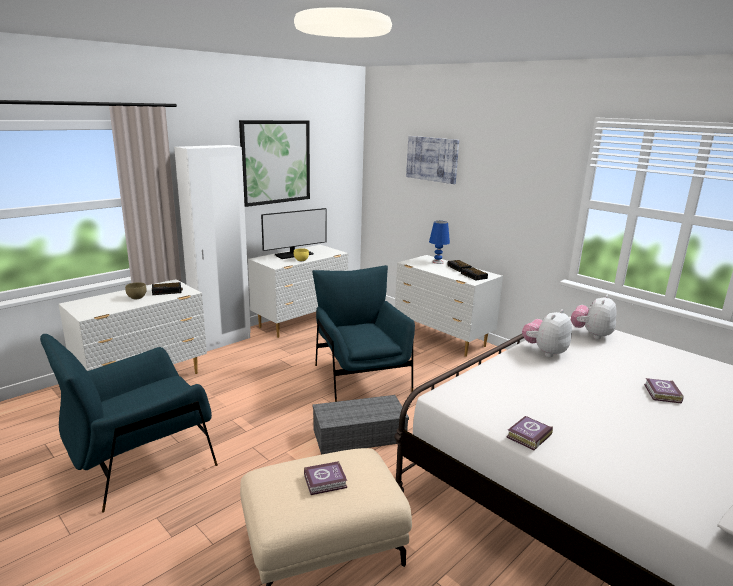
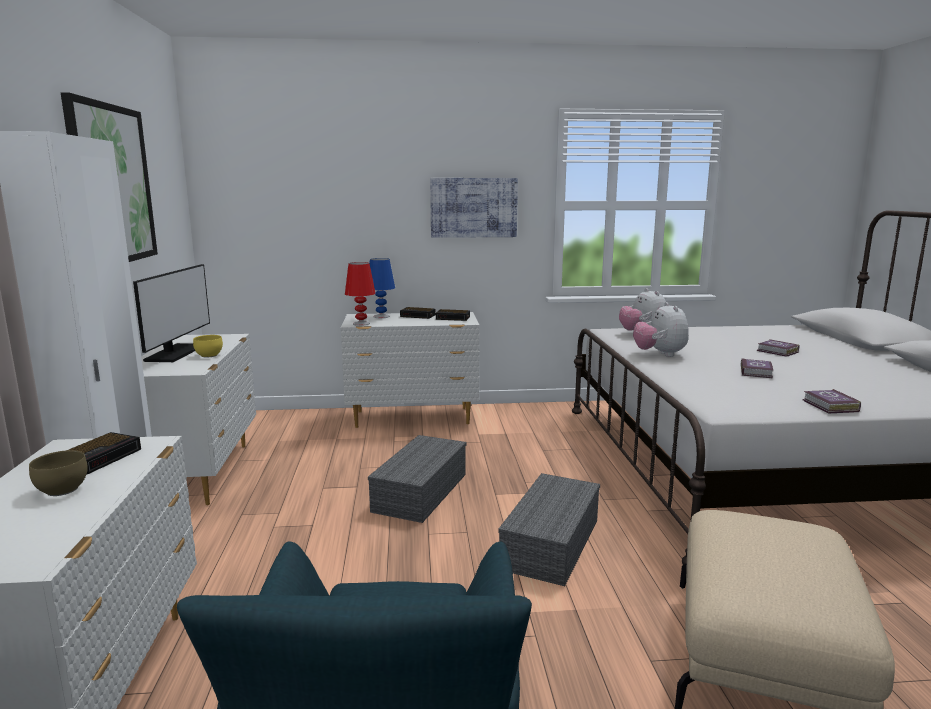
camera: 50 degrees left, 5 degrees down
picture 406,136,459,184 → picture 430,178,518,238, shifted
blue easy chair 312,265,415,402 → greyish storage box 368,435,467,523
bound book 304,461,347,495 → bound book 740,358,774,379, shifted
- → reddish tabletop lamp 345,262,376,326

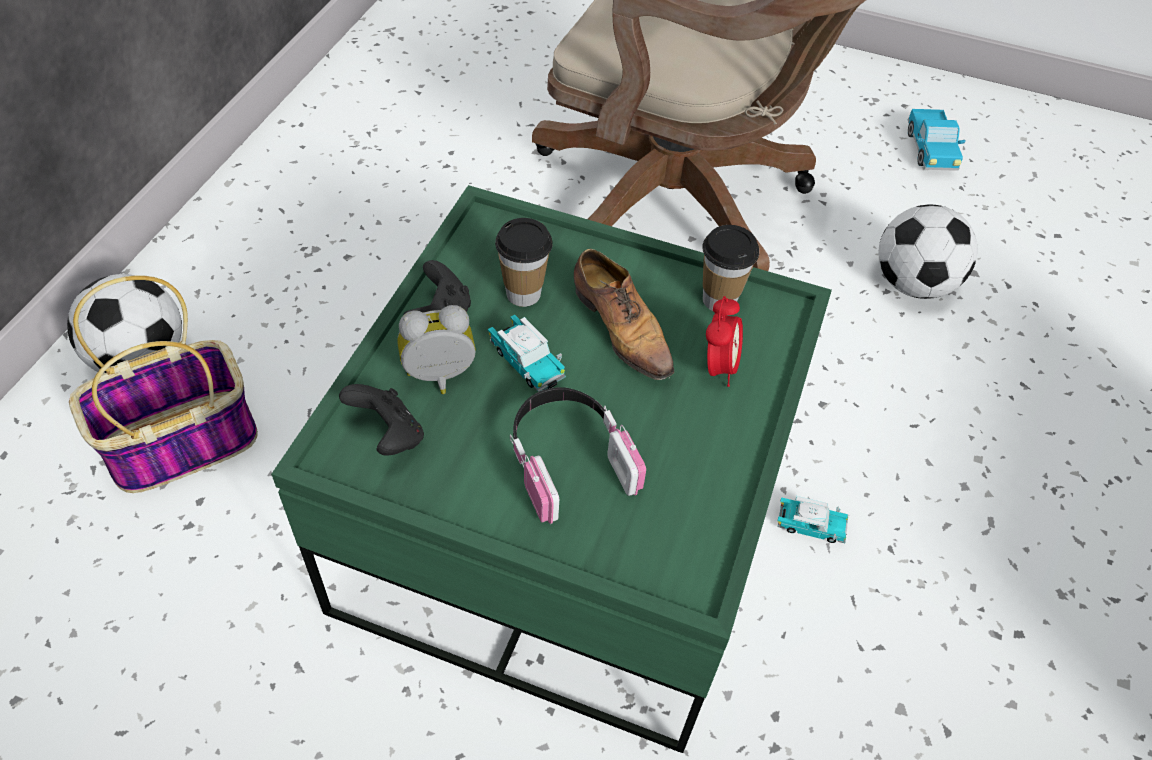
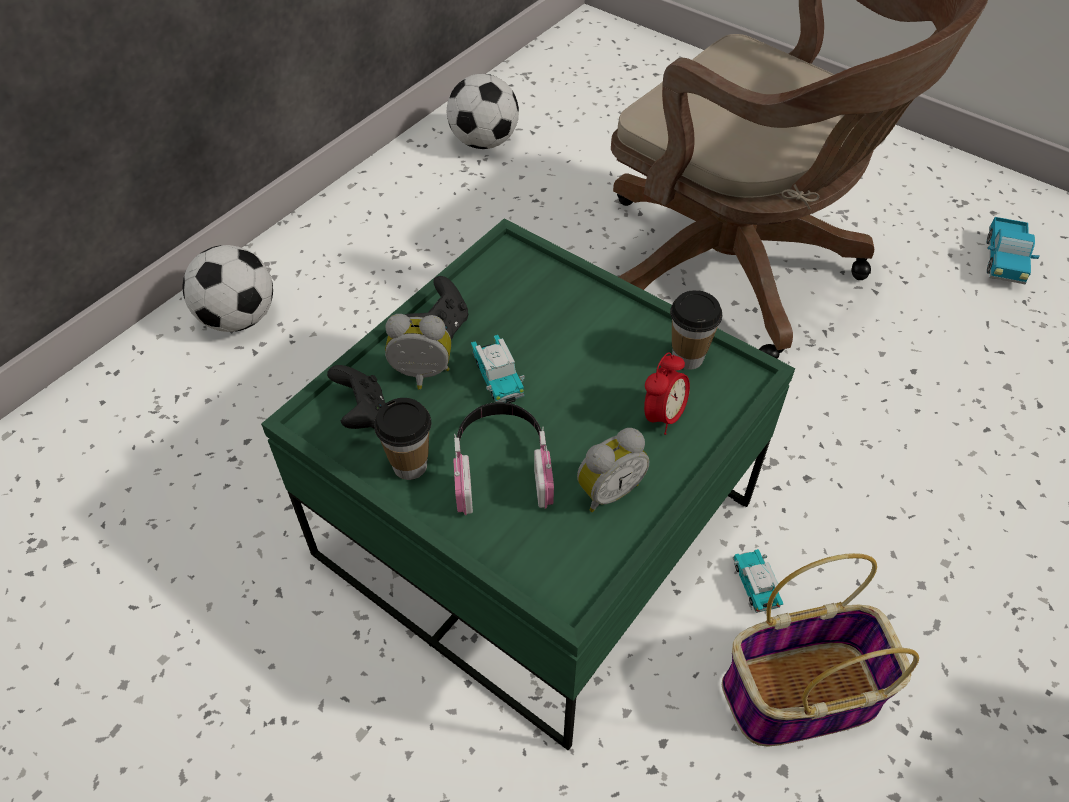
camera: 20 degrees right, 0 degrees up
football 878,204,978,299 → football 447,74,519,149, shifted
drinking cup 495,218,553,307 → drinking cup 374,398,431,480, shifted
item of footwear 574,249,674,380 → -
basket 69,276,258,493 → basket 722,553,919,747, shifted
model car 778,496,848,543 → model car 733,549,783,613, 135 degrees counterclockwise
- → alarm clock 577,428,649,512

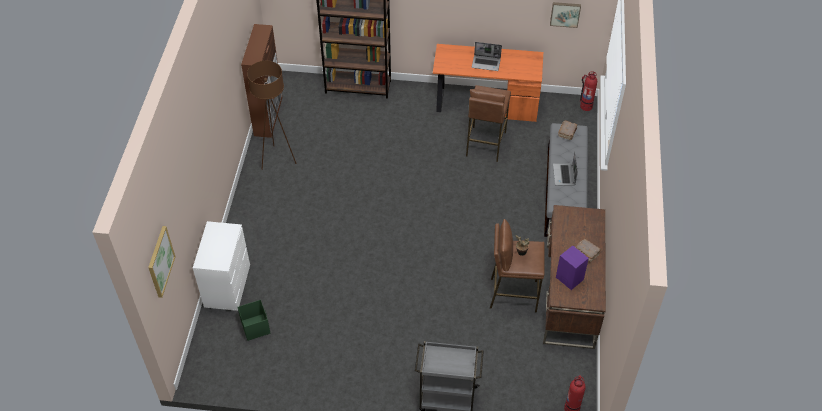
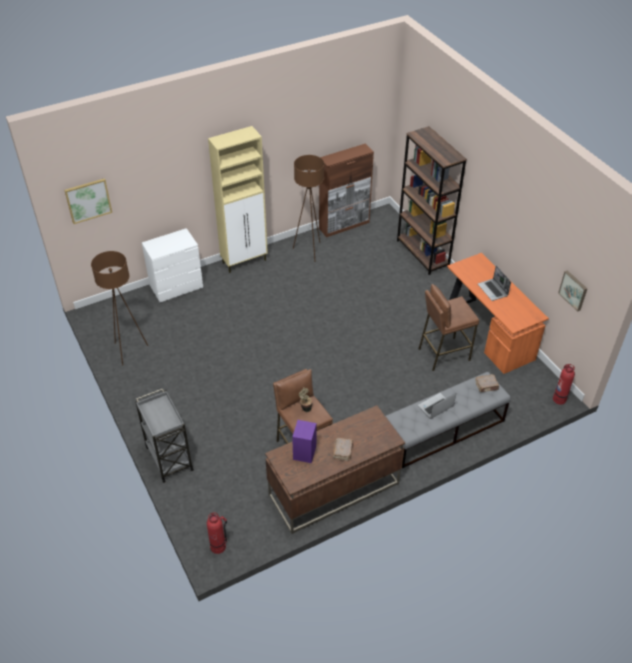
camera: 55 degrees right, 5 degrees down
green-coloured storage box 238,300,270,341 → -
- → beige cupboard 208,126,268,273
- → brown standard lamp 91,251,148,366

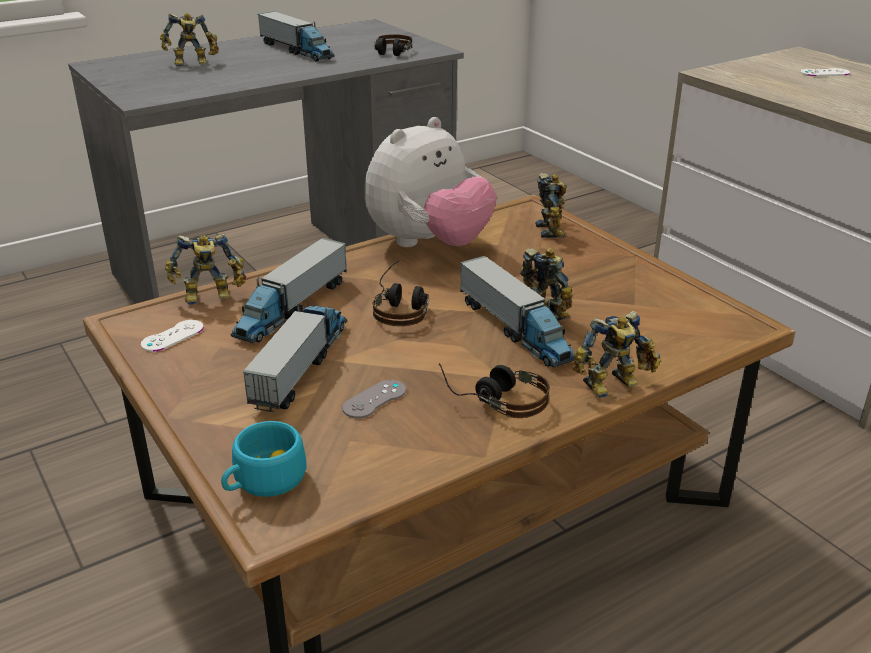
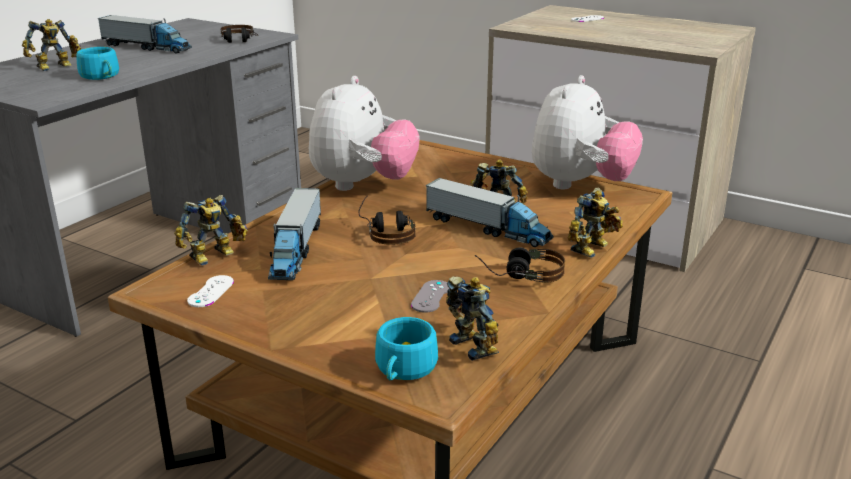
camera: 25 degrees left, 5 degrees down
robot figure 536,173,567,238 → robot figure 446,276,499,361, shifted
model truck 243,305,347,412 → -
- → blue-green drinking cup 76,47,119,80
- → plush toy 532,75,643,189

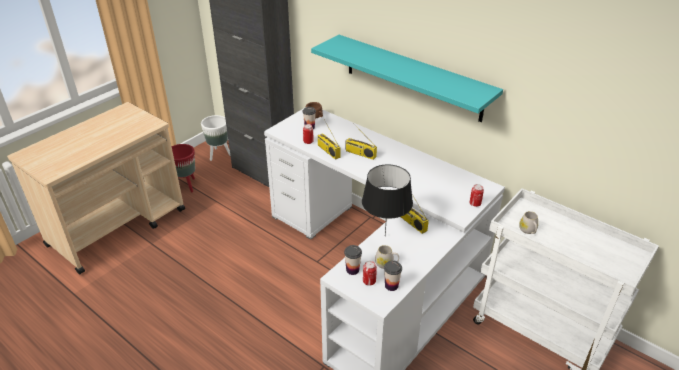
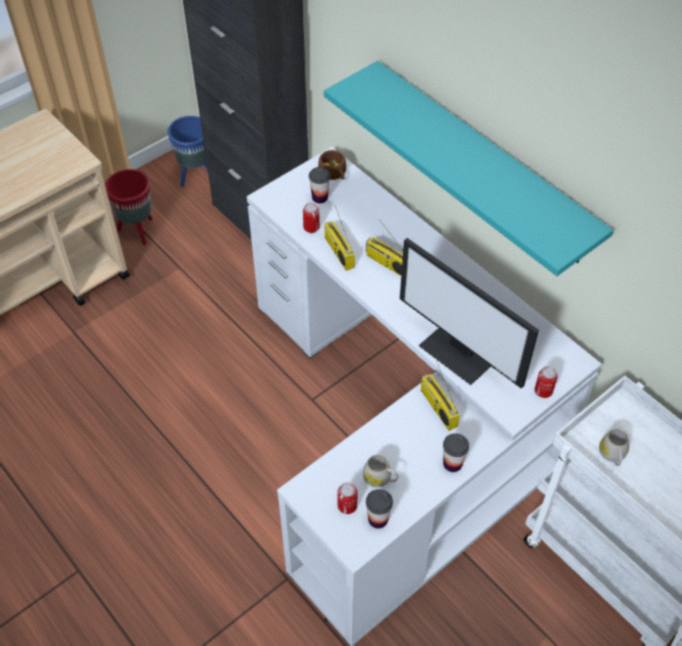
camera: 10 degrees right, 15 degrees up
white-coloured flower pot 201,115,230,161 → blue flower pot 168,116,208,187
black-coloured tabletop lamp 362,164,413,236 → -
drinking cup 344,245,362,275 → drinking cup 443,433,469,472, shifted
- → computer screen 400,238,539,389

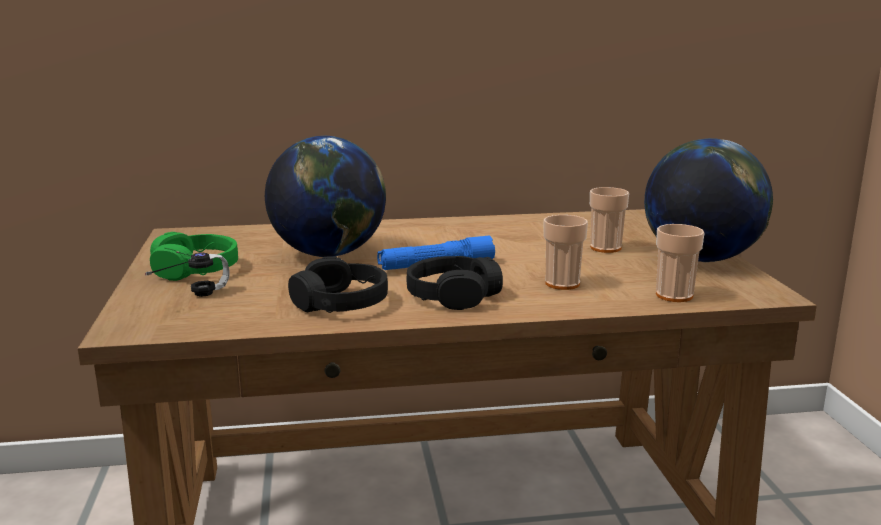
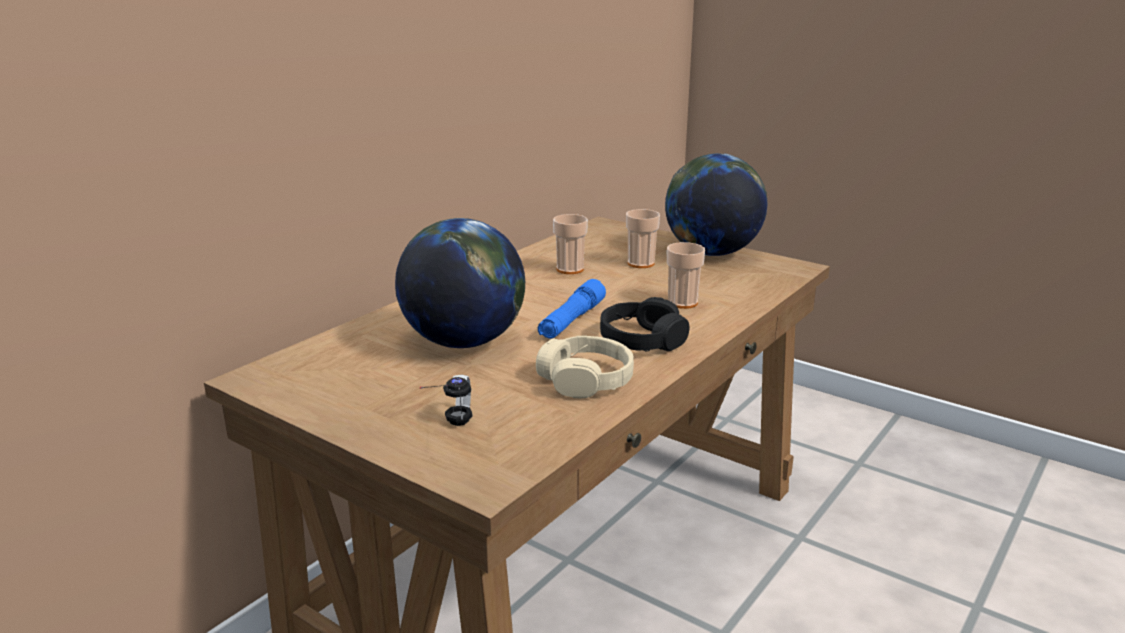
camera: 45 degrees left, 5 degrees up
drinking cup 656,224,705,302 → drinking cup 553,214,588,274, shifted
green-coloured pair of headphones 150,232,238,281 → -
black-coloured pair of headphones 288,256,388,313 → beige pair of headphones 536,336,634,398

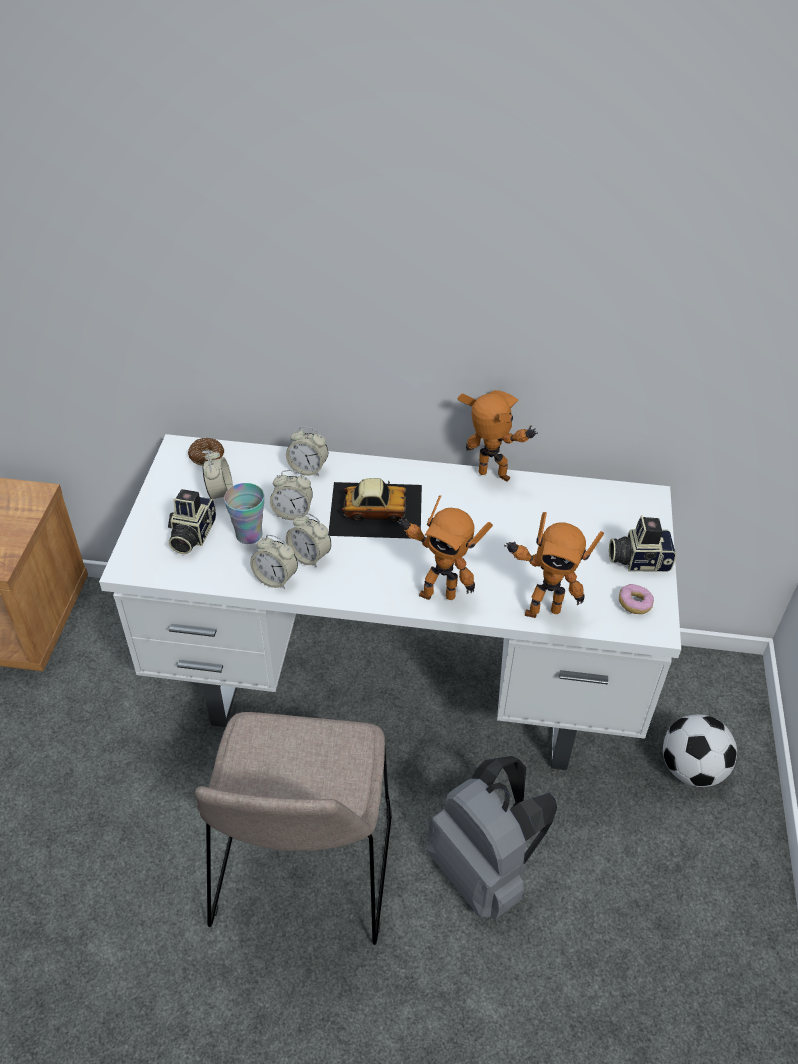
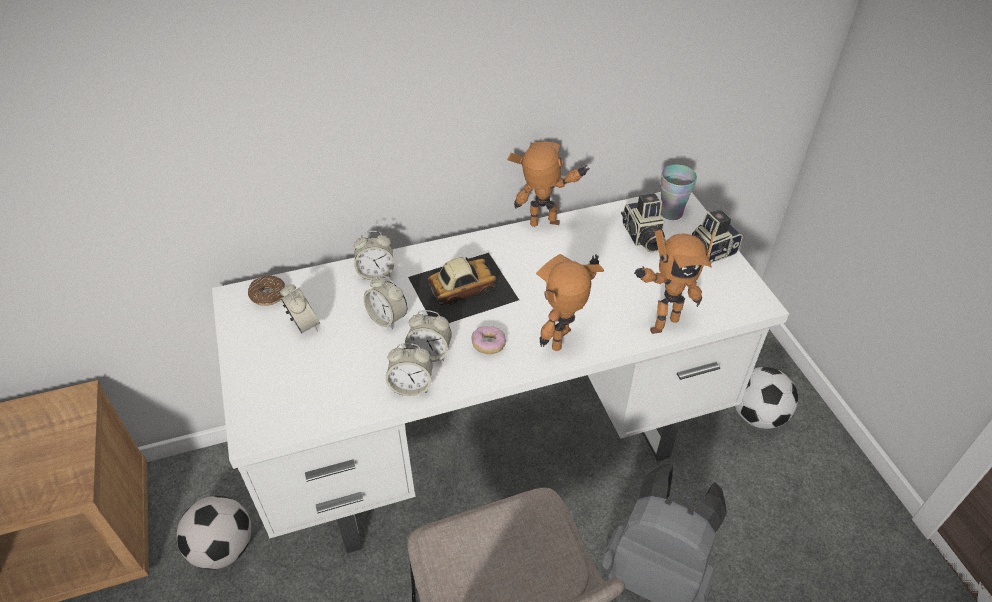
camera: 25 degrees left, 0 degrees up
alarm clock 270,470,313,520 → alarm clock 364,274,407,330, 60 degrees clockwise
drinking cup 224,483,264,544 → drinking cup 661,165,697,220, shifted
still camera 168,489,216,554 → still camera 621,193,666,253, shifted
robot figure 397,495,493,600 → robot figure 536,254,604,351, 135 degrees clockwise
doughnut 619,584,654,614 → doughnut 471,326,506,354, shifted
- → football 177,496,251,569

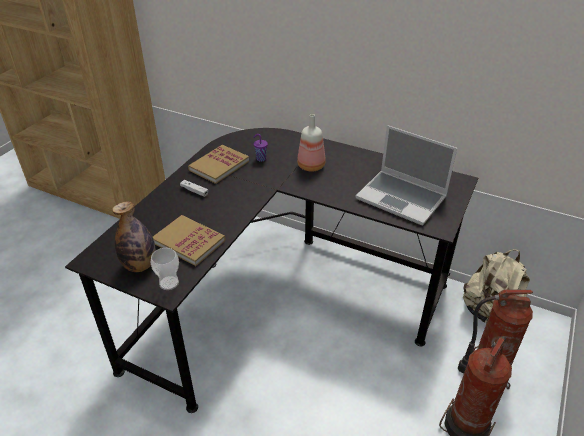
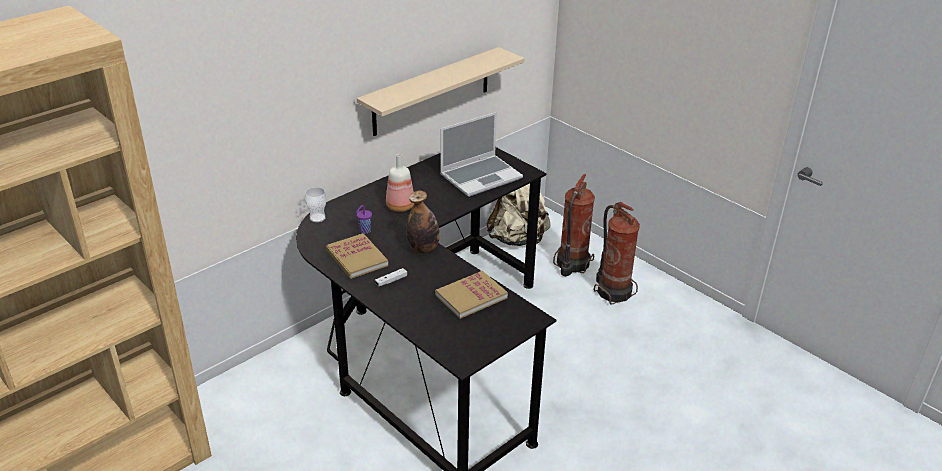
camera: 70 degrees left, 5 degrees down
beverage bottle 112,201,156,272 → beverage bottle 406,191,440,253, shifted
drinking cup 151,248,179,290 → drinking cup 304,187,327,222, shifted
- → beige bracket shelf 357,47,525,136

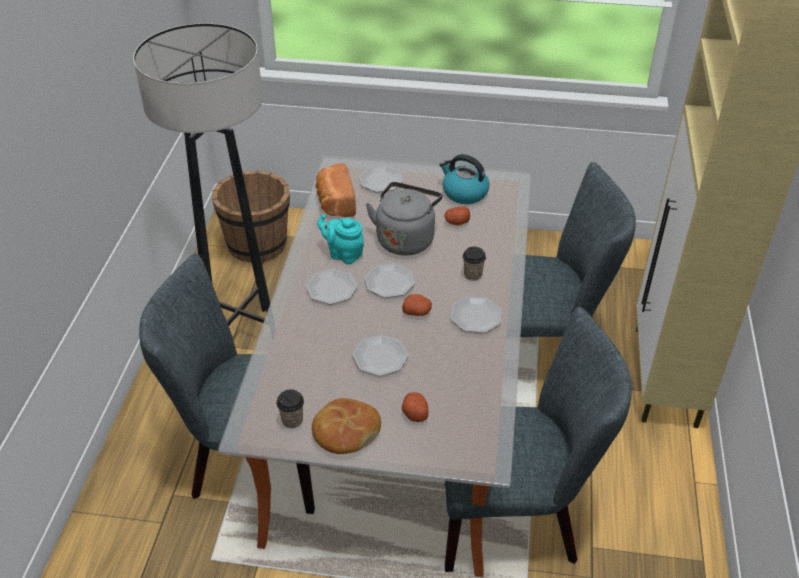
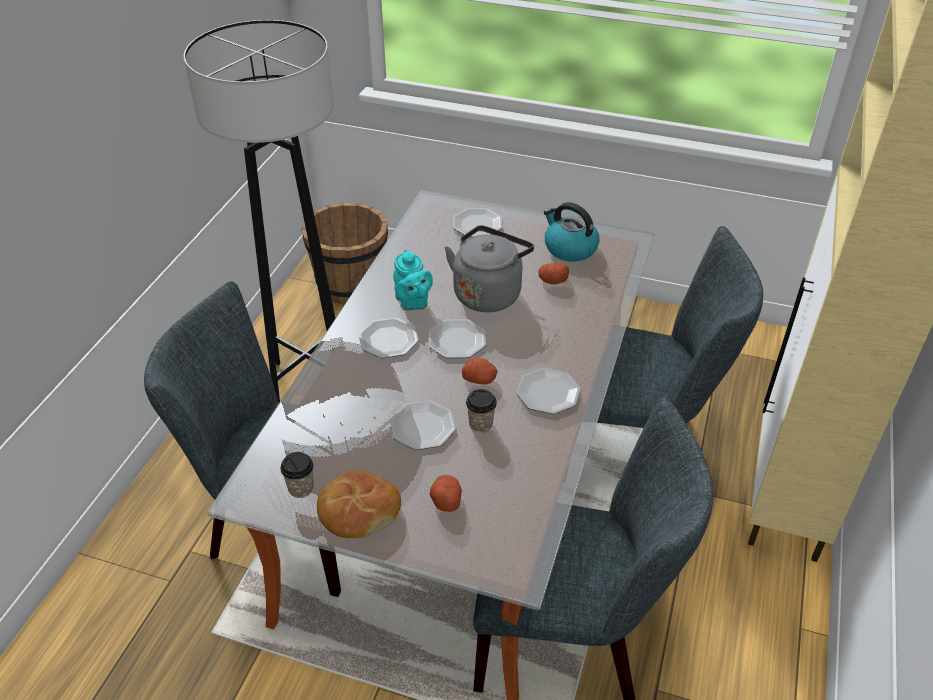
camera: 10 degrees right, 0 degrees up
baked bread 315,163,356,217 → -
blue-green tea pot 317,214,364,264 → blue-green tea pot 393,249,433,310, 150 degrees counterclockwise
drinking cup 463,247,486,281 → drinking cup 466,389,497,433, shifted

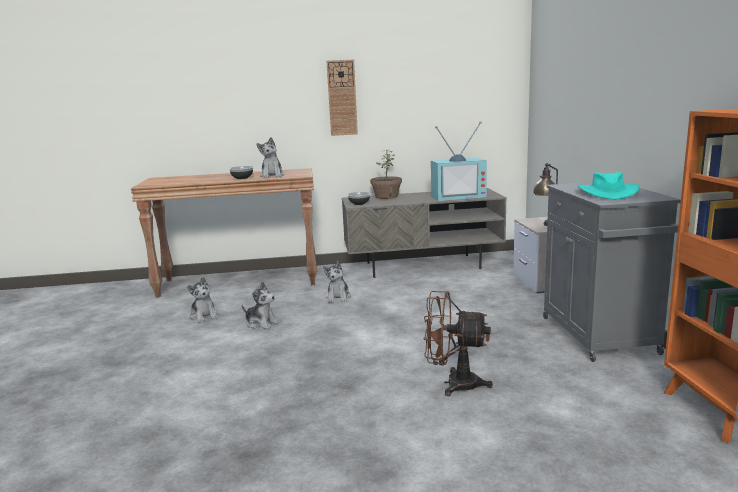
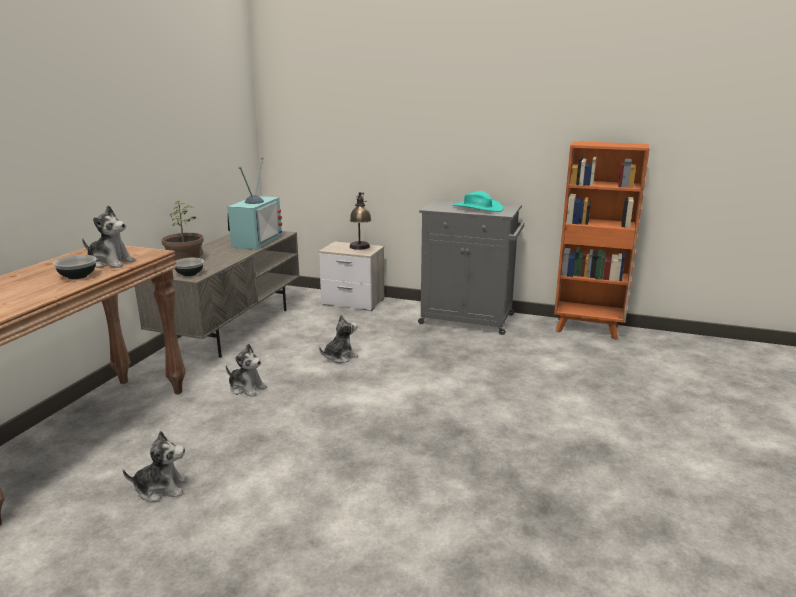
camera: 65 degrees left, 5 degrees up
wall clock 327,60,358,136 → -
plush toy 242,282,280,329 → plush toy 319,315,358,363, shifted
brown electric fan 423,291,493,396 → -

